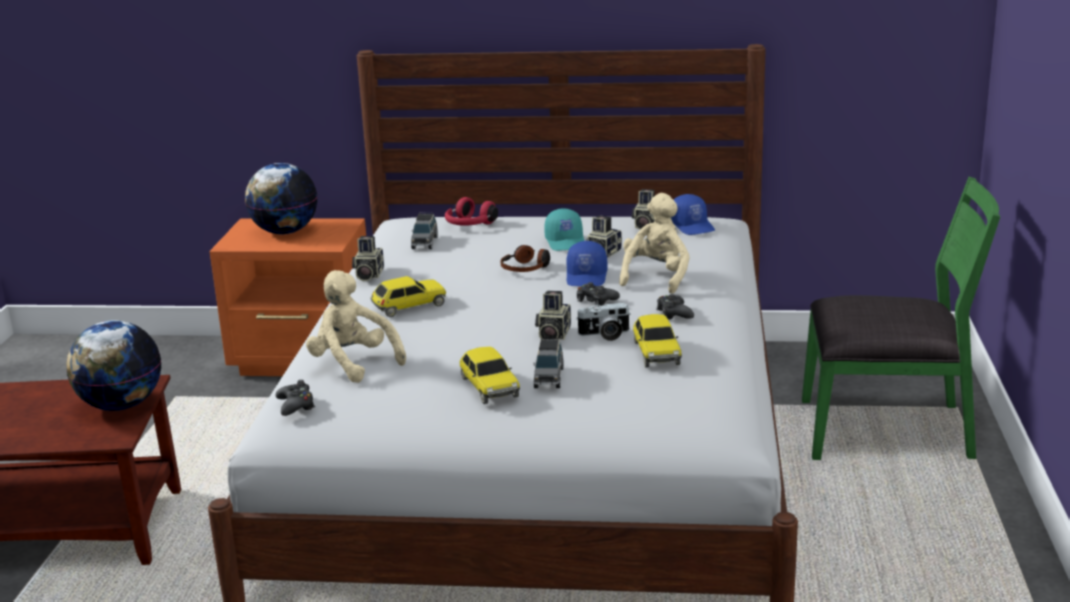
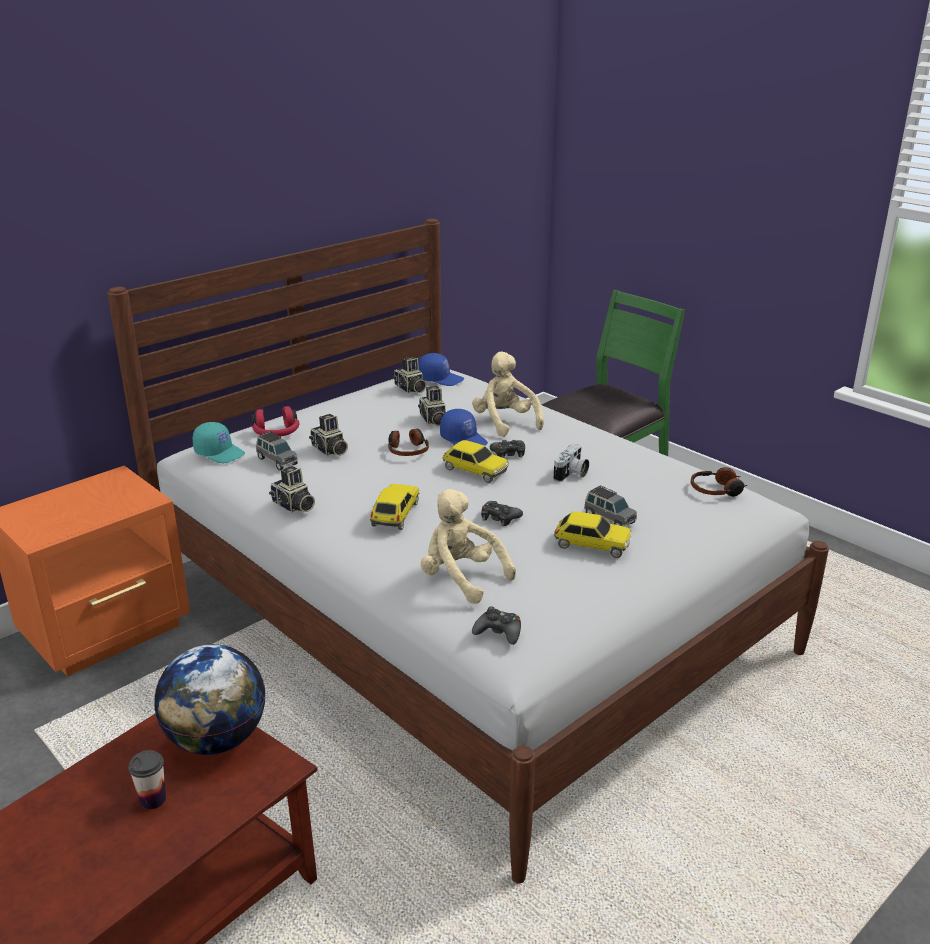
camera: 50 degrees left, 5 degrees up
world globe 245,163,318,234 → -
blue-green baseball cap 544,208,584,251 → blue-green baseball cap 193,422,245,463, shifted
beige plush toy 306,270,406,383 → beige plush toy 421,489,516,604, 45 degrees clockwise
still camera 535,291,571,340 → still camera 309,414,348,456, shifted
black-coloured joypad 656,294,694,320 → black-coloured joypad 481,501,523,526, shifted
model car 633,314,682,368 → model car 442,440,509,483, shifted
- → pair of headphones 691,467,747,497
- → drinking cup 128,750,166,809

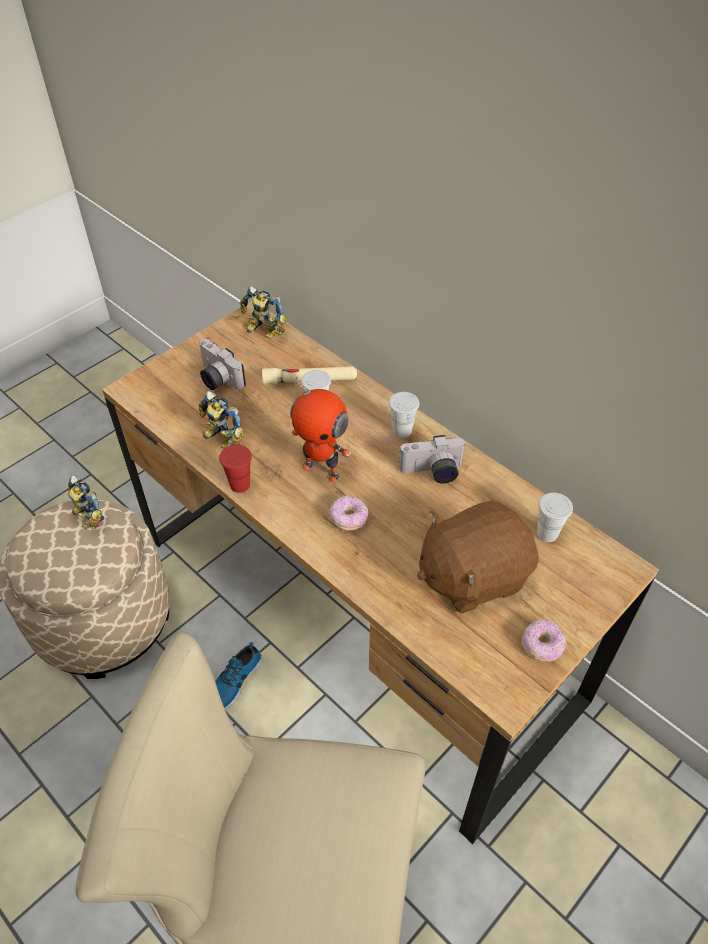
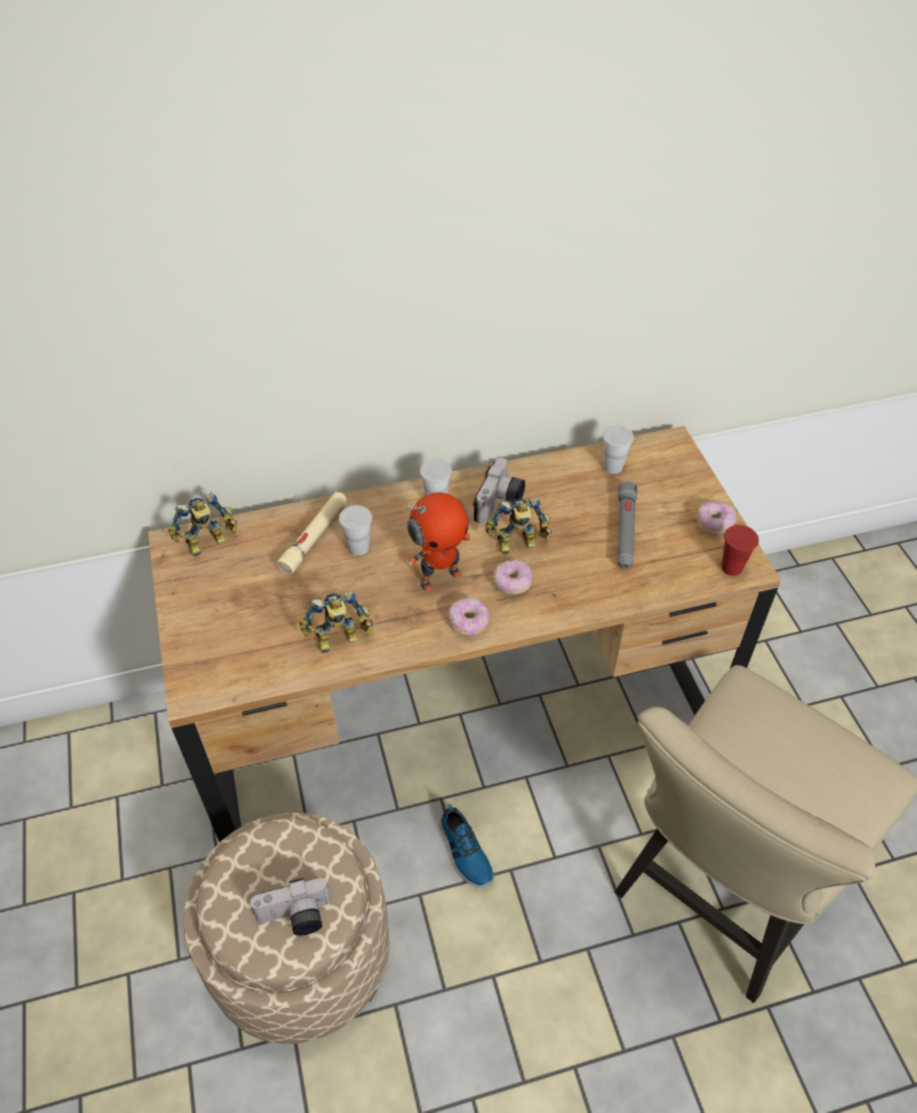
camera: 60 degrees left, 0 degrees up
still camera 199,339,246,390 → still camera 250,877,331,936, shifted
reddish drinking cup 219,445,252,493 → reddish drinking cup 721,525,759,576, shifted
robot figure 68,475,104,530 → robot figure 486,496,552,554, shifted
brown plush toy 417,500,539,614 → greyish hand torch 618,481,637,569
- → doughnut 449,597,490,636

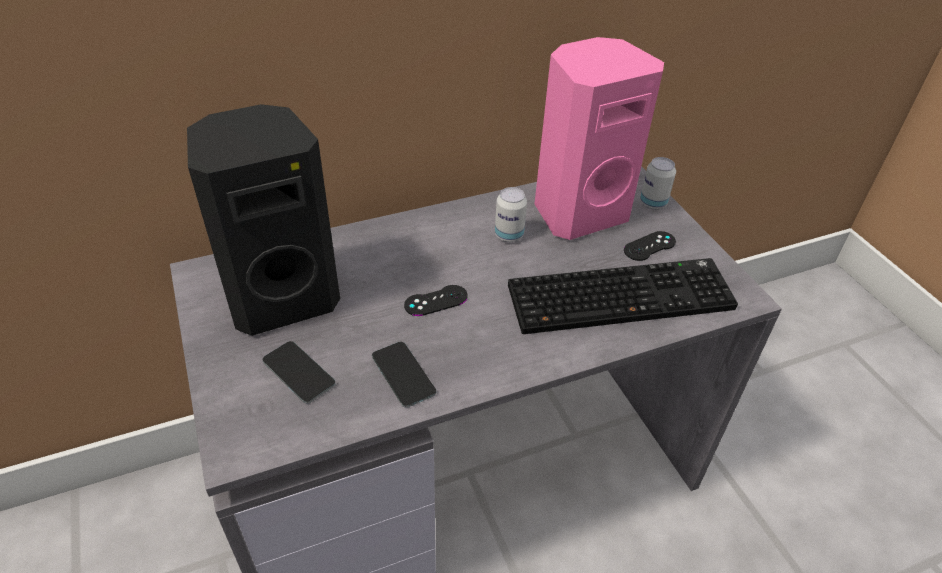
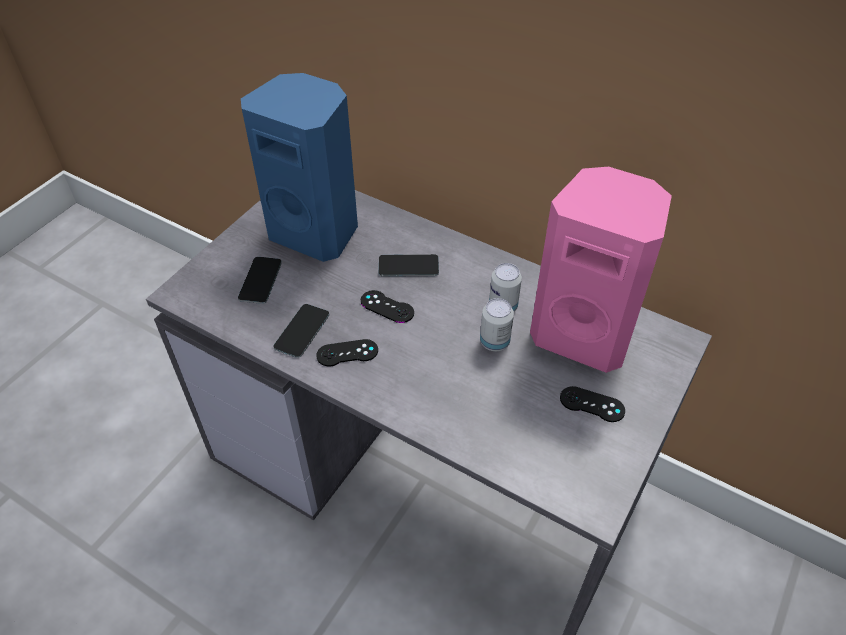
camera: 55 degrees right, 5 degrees up
black-coloured audio speaker 187,104,340,336 → blue audio speaker 241,73,358,262
metal can 640,157,676,210 → metal can 480,298,514,351, shifted
keyboard 508,258,738,334 → -
- → handset 378,254,439,277
- → black-coloured joypad 316,339,378,366

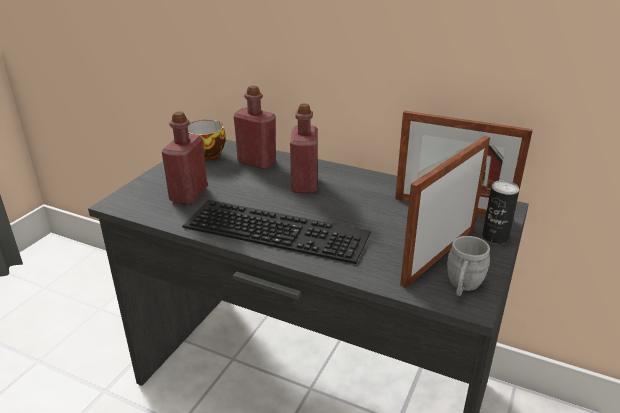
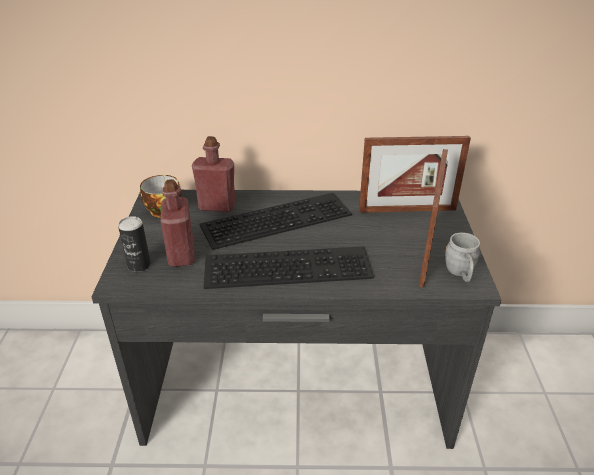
camera: 25 degrees left, 5 degrees up
reddish beverage bottle 290,103,318,193 → keyboard 200,193,352,250
metal can 482,180,519,244 → metal can 118,216,151,272, shifted

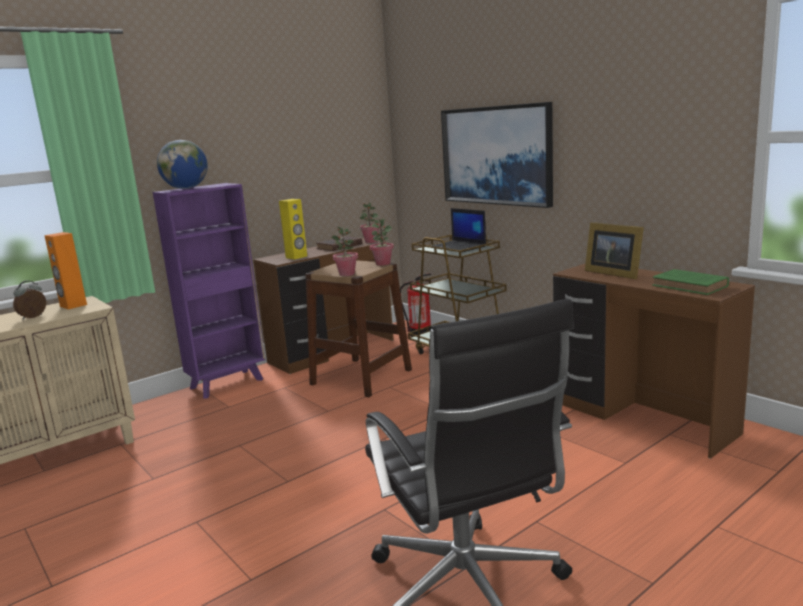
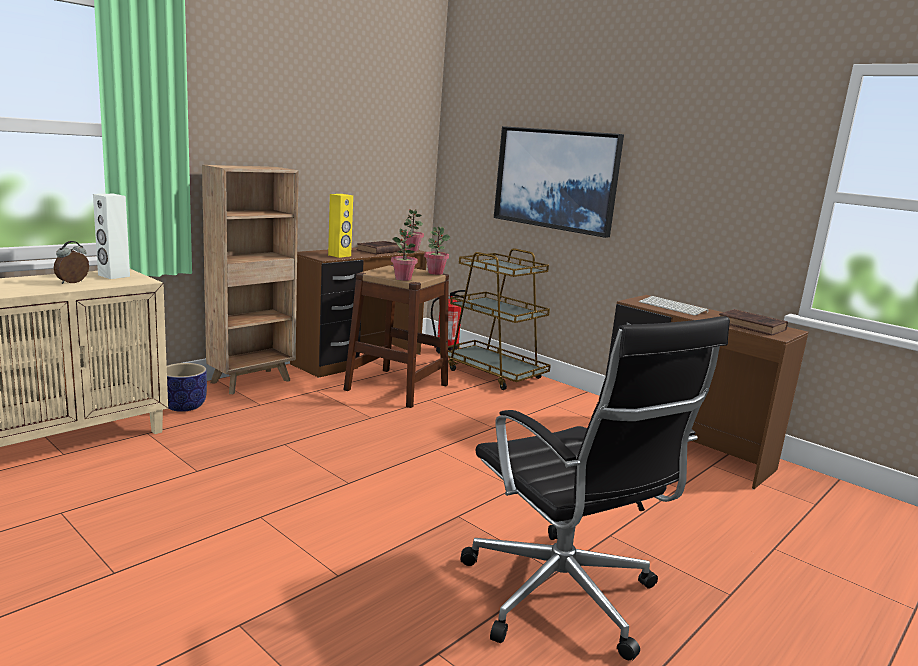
camera: 10 degrees left, 0 degrees up
world globe 157,140,208,189 → -
purple-coloured shelving unit 153,183,265,399 → brown shelving unit 202,165,299,394
portable computer 432,208,486,252 → -
standing frame 585,222,644,279 → keyboard 639,296,709,316
orange-coloured audio speaker 44,232,87,310 → white-coloured audio speaker 93,194,130,279
green-coloured bound book 652,269,729,295 → brown bound book 719,309,788,336
- → flower pot 167,363,207,412

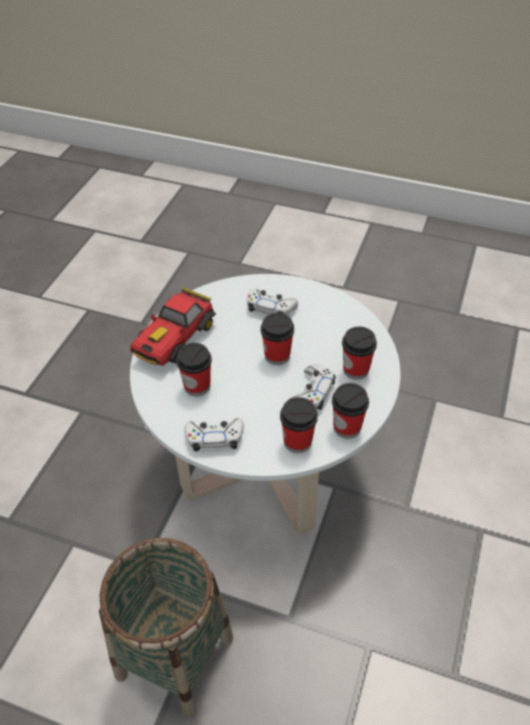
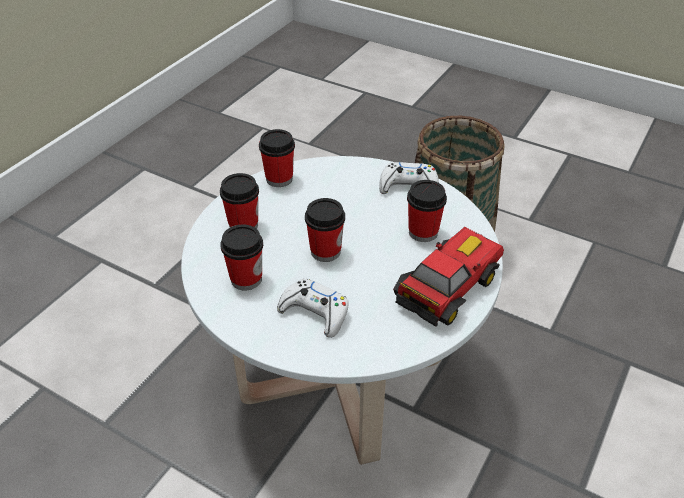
camera: 170 degrees left, 5 degrees down
white-coloured joypad 288,364,336,410 → -
drinking cup 280,397,318,453 → drinking cup 221,224,263,291, shifted

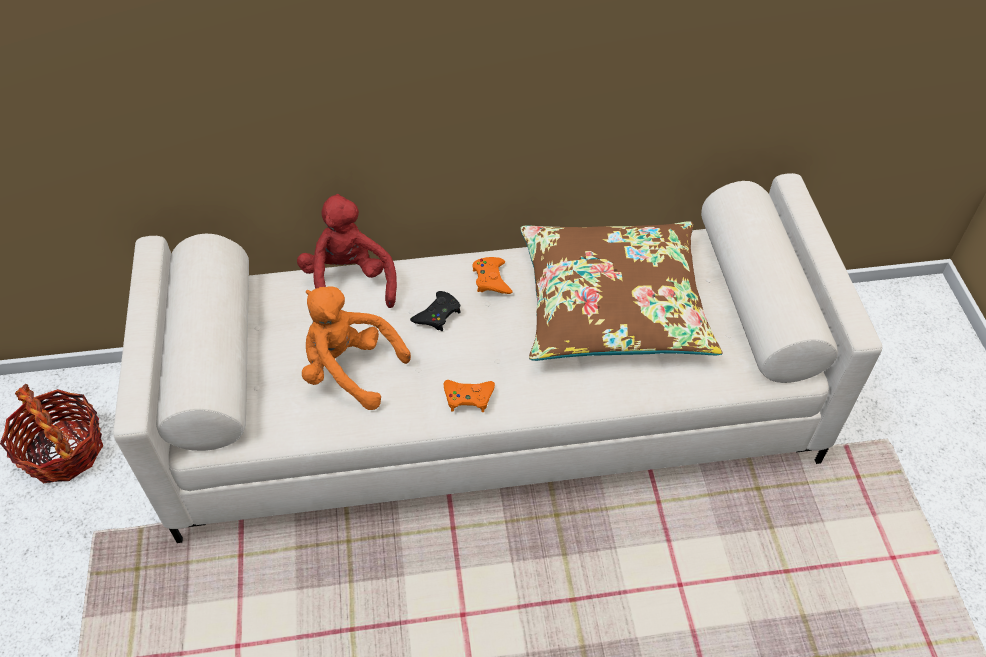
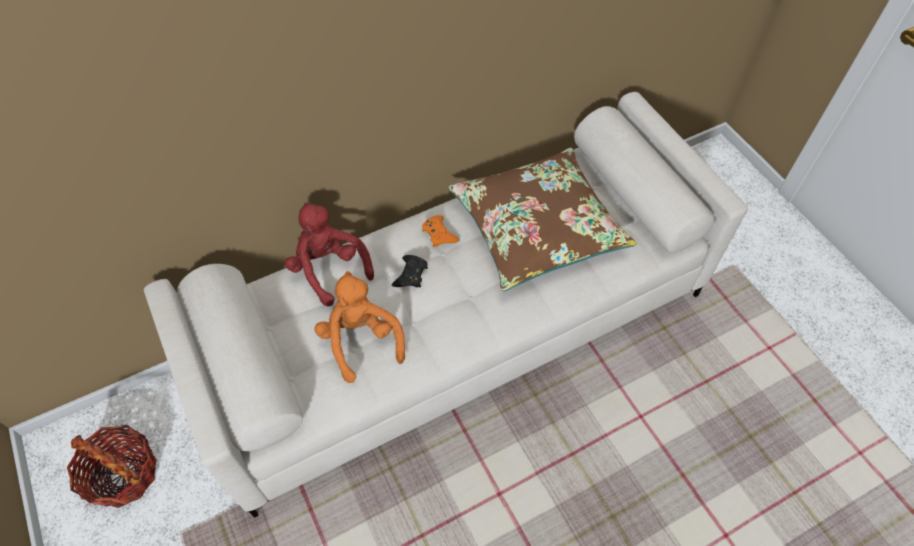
camera: 20 degrees left, 5 degrees up
orange-coloured plush toy 302,287,411,410 → orange-coloured plush toy 315,271,405,383, 60 degrees clockwise
orange-coloured joypad 443,380,495,412 → -

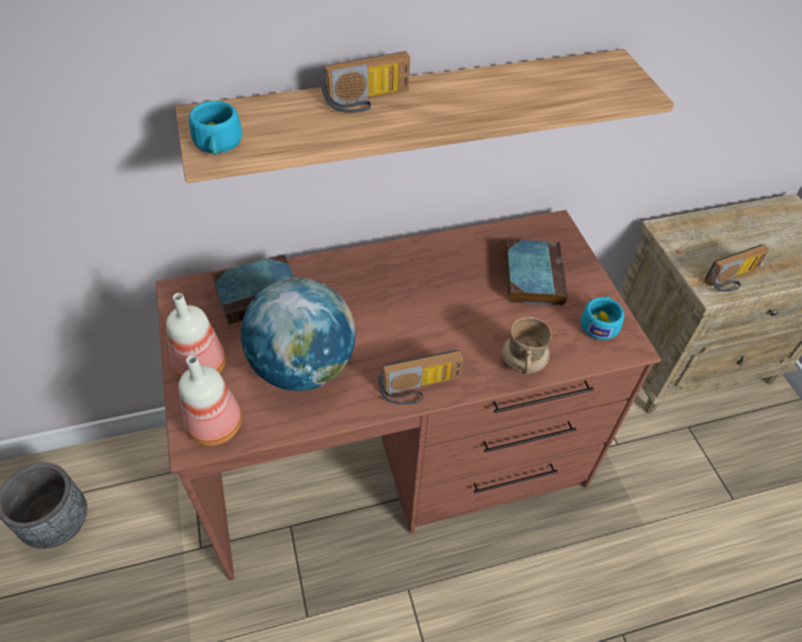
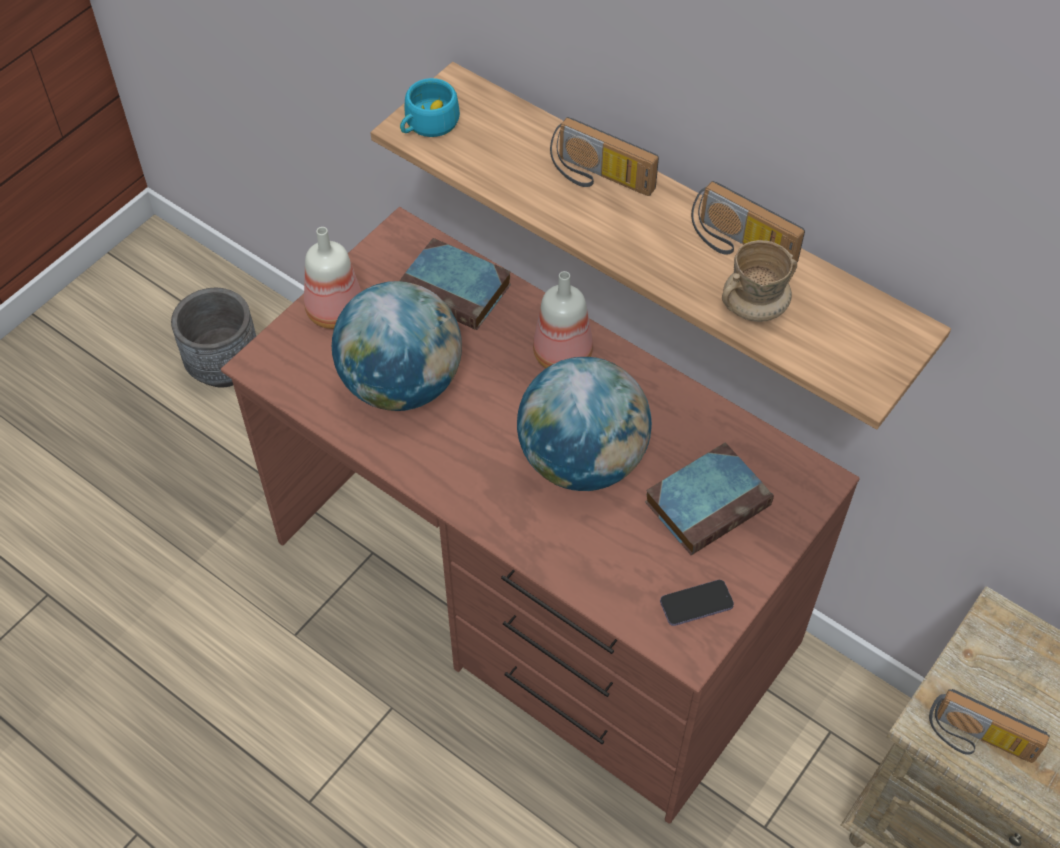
camera: 55 degrees right, 5 degrees up
blue-green drinking cup 581,295,624,340 → handset 660,580,734,626
beige coffee mug 502,317,552,374 → beige coffee mug 722,240,797,322, shifted
radio set 378,350,464,405 → radio set 691,181,805,262, shifted
beverage bottle 178,355,242,446 → beverage bottle 533,271,593,368, shifted
- → world globe 517,357,652,491

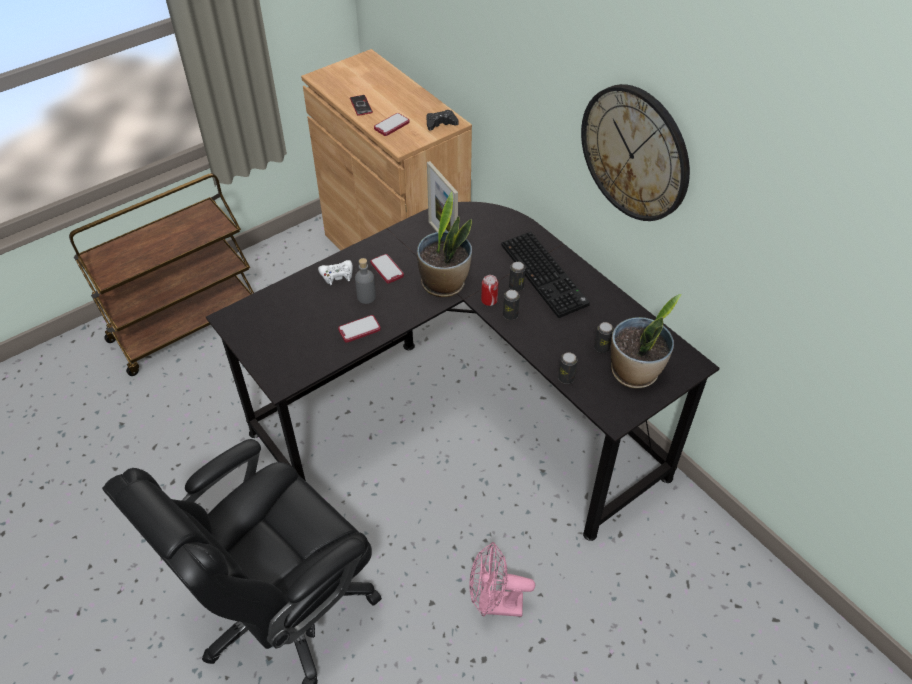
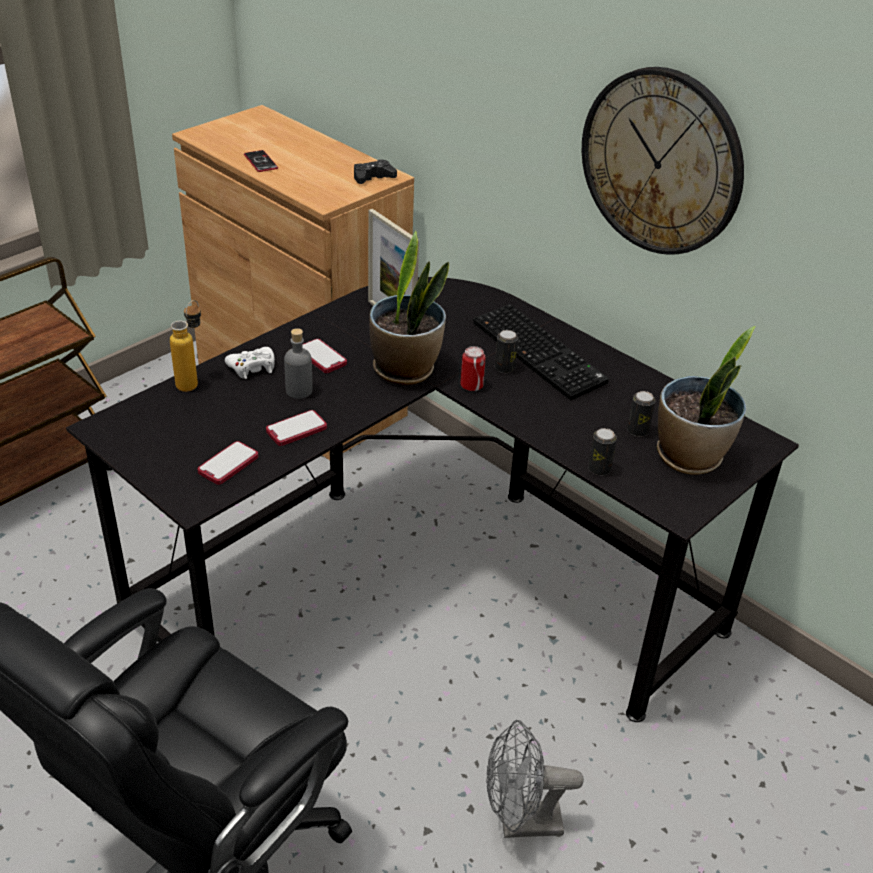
camera: 10 degrees left, 10 degrees down
handset 374,113,409,136 → handset 197,441,258,485, shifted
metal can 503,290,520,320 → -
pink-coloured electric fan 469,542,535,617 → greyish electric fan 486,720,584,838
- → beverage bottle 170,300,201,392

